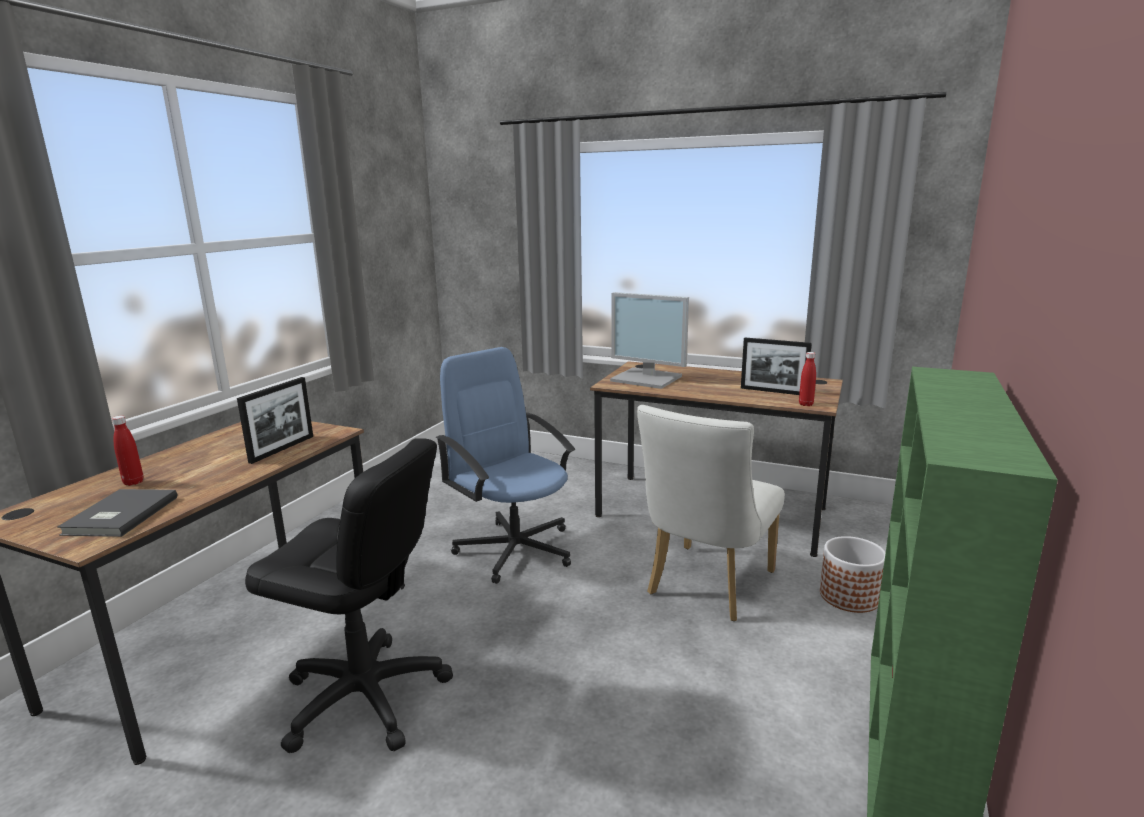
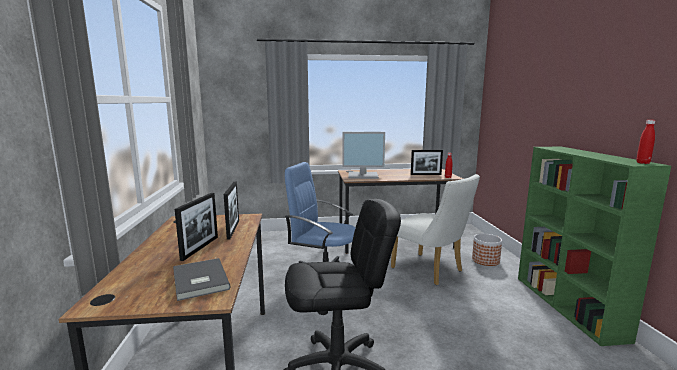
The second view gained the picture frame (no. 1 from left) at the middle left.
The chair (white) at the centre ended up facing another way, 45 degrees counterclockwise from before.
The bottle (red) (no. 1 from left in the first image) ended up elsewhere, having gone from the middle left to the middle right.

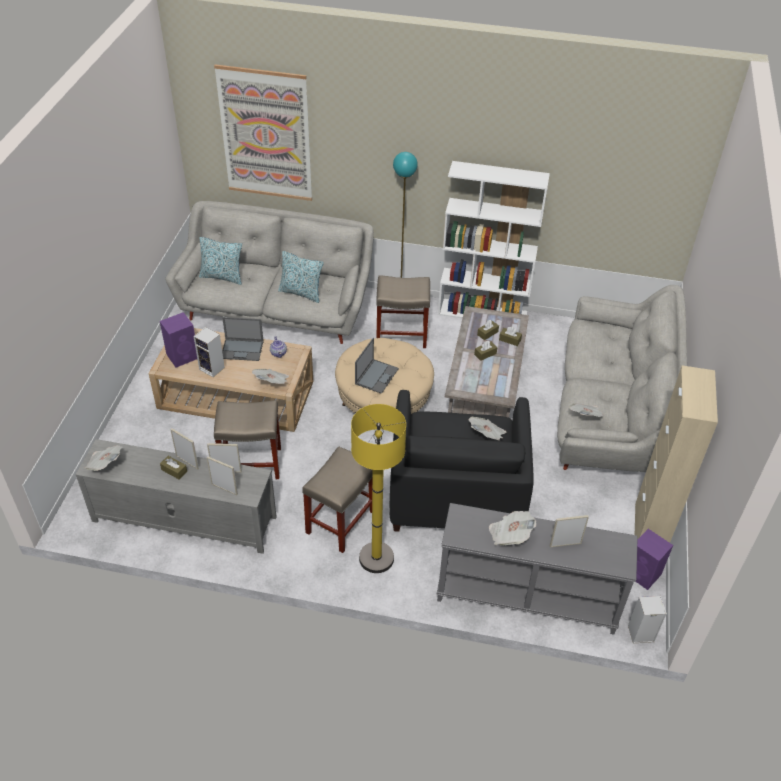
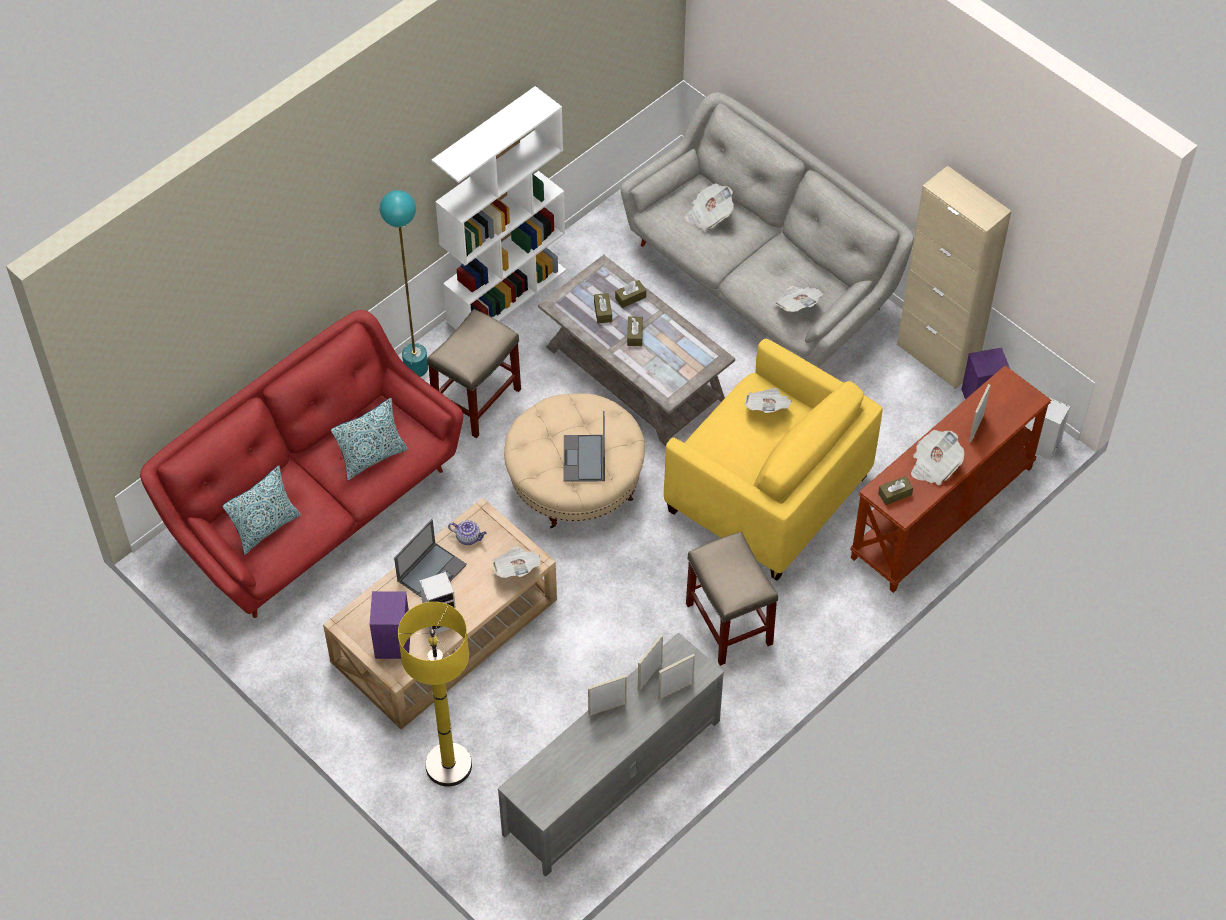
What was the sofa (grey) (no. 1 from left) at the centre turned into the sofa (red) at the middle left.
The floor lamp (yellow) ended up elsewhere, having gone from the centre to the bottom centre.
The laptop (no. 2 from left) at the centre ended up facing another way, 150 degrees counterclockwise from before.
What was the armchair (black) at the centre turned into the armchair (yellow) at the centre.
The newspaper (no. 1 from left in the first image) ended up elsewhere, having gone from the middle left to the top centre.
What was the console table (grey) at the bottom right turned into the console table (brown) at the middle right.
The tissue box (brown) (no. 1 from left in the first image) ended up elsewhere, having gone from the middle left to the middle right.
The second view lost the picture at the top centre.
The second view lost the stool (beige) (no. 1 from left) at the middle left.

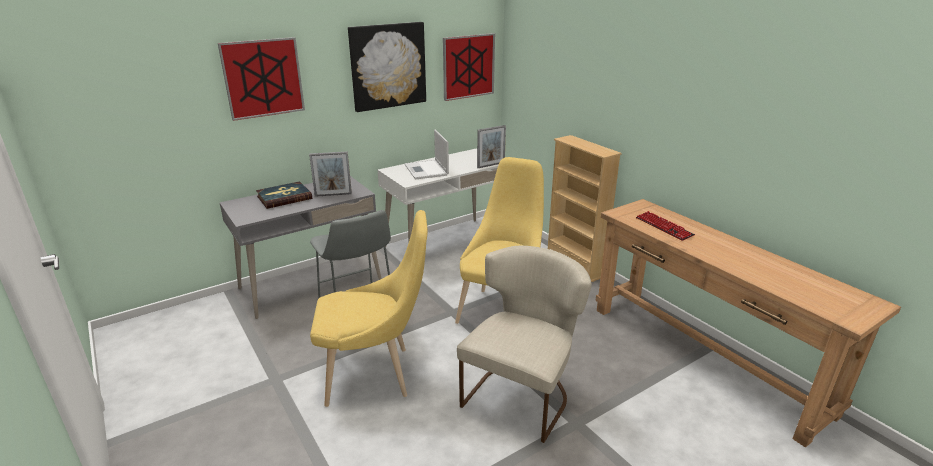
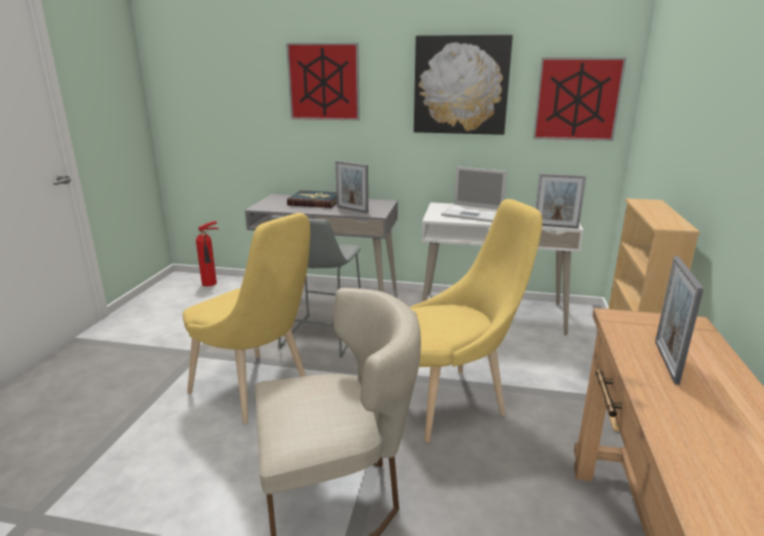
The second view gained the fire extinguisher at the middle left.
The laptop at the top centre ended up facing another way, 90 degrees counterclockwise from before.
Where the keyboard stood at the middle right, the picture frame (no. 3 from left) came to stand at the middle right.

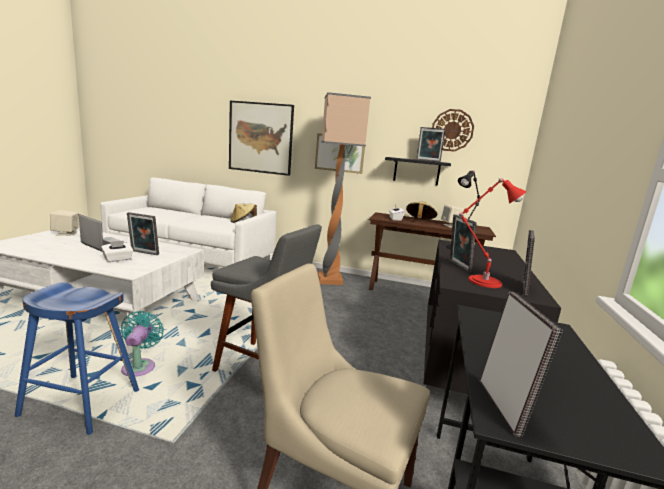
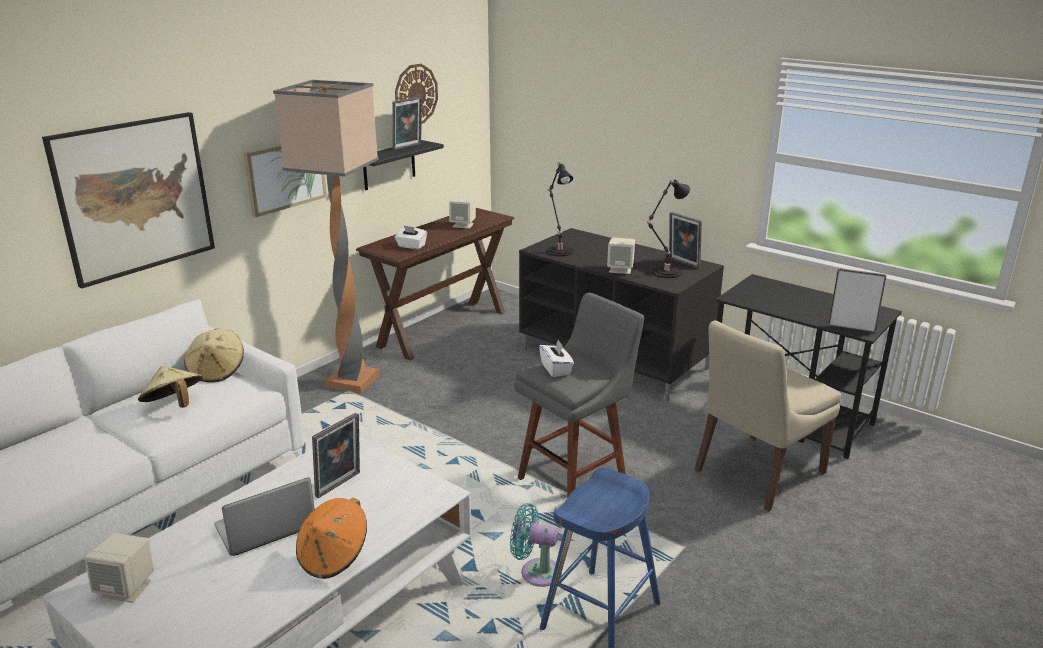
The hat (beige) (no. 2 from left in the first image) ended up elsewhere, having gone from the centre to the middle left.
The second view gained the hat (orange) at the bottom left.
The tissue box (white) (no. 1 from left in the first image) ended up elsewhere, having gone from the middle left to the centre.
Where the picture frame (no. 3 from left) stood at the middle right, the speaker (beige) (no. 3 from left) came to stand at the centre.
What was the table lamp (red) at the middle right turned into the table lamp (black) (no. 2 from left) at the centre.

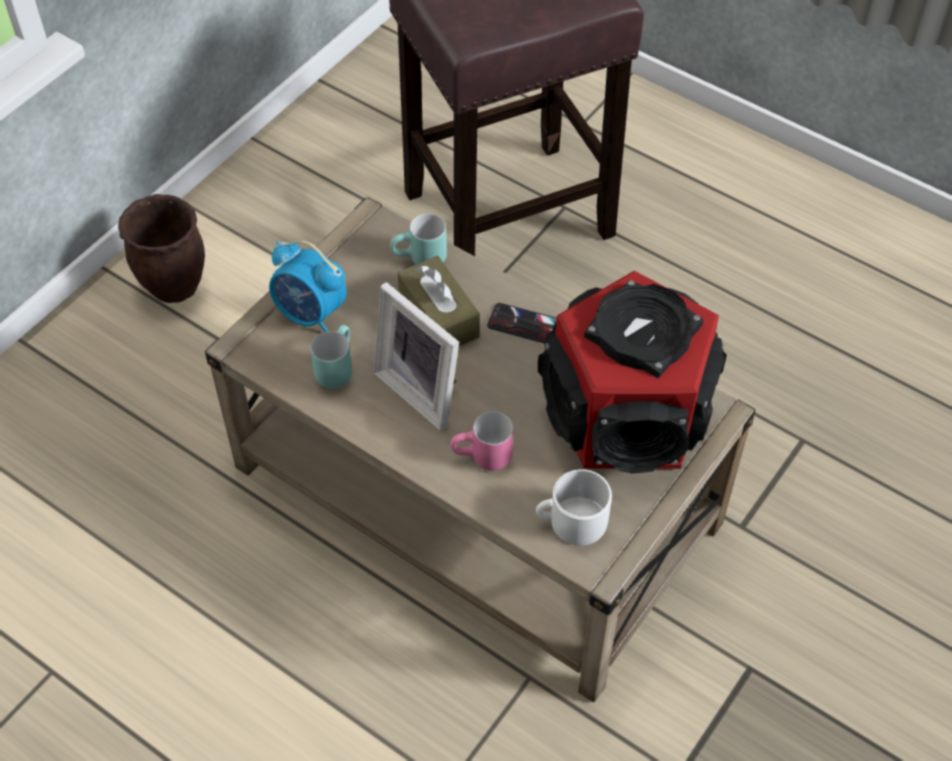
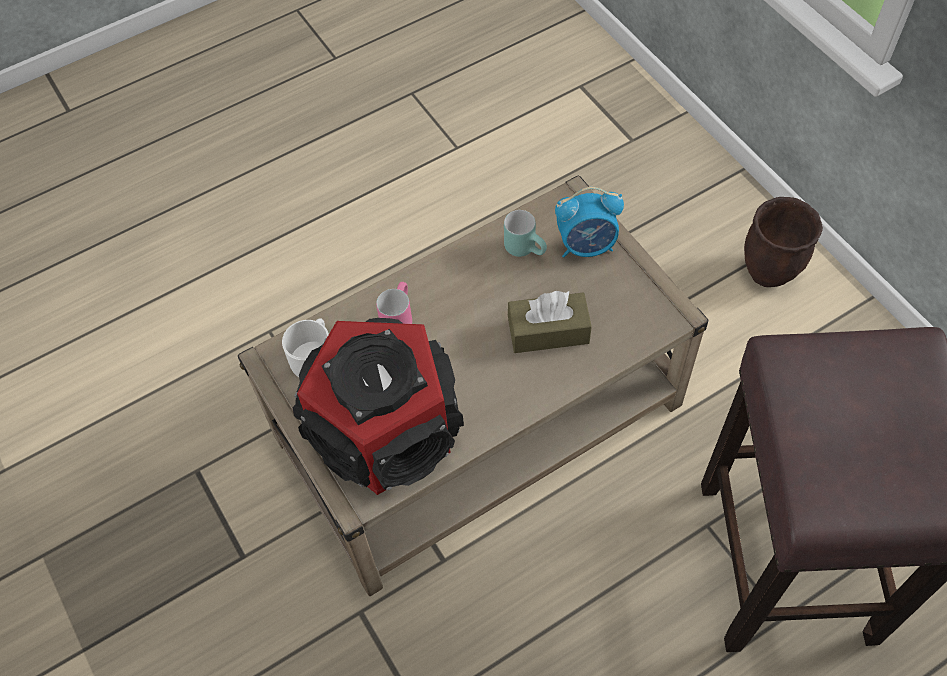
The alarm clock at the middle left ended up facing another way, 150 degrees counterclockwise from before.
The second view lost the picture frame at the centre.
The second view lost the mug (turquoise) (no. 2 from left) at the top centre.
The second view lost the phone at the centre.

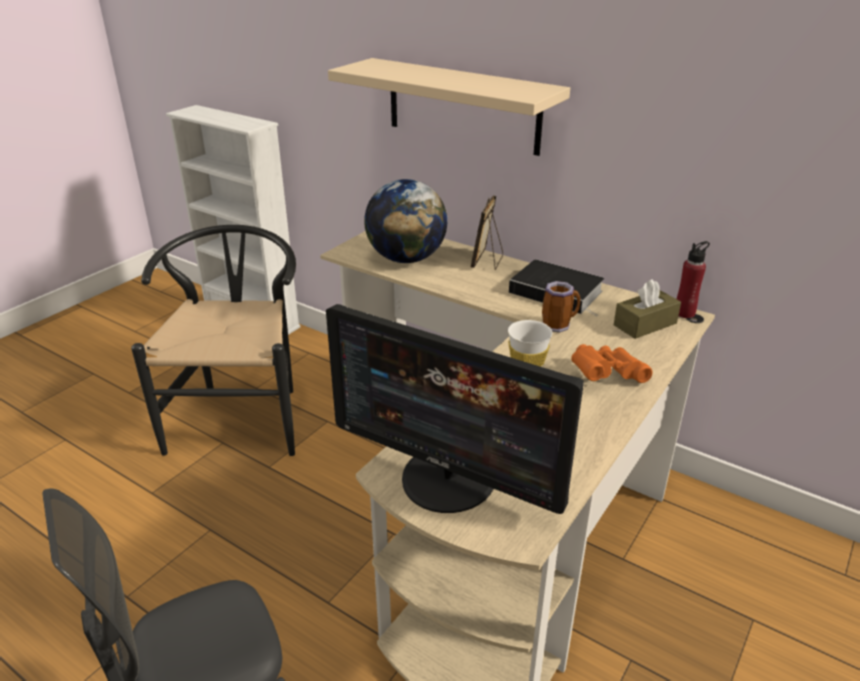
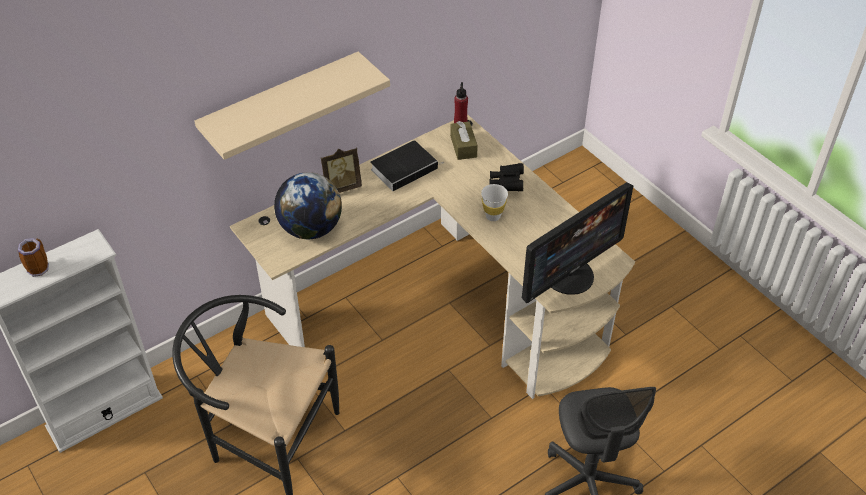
The mug ended up elsewhere, having gone from the centre to the middle left.
The picture frame at the centre ended up facing another way, 60 degrees counterclockwise from before.
What was the binoculars (orange) at the middle right turned into the binoculars (black) at the centre.

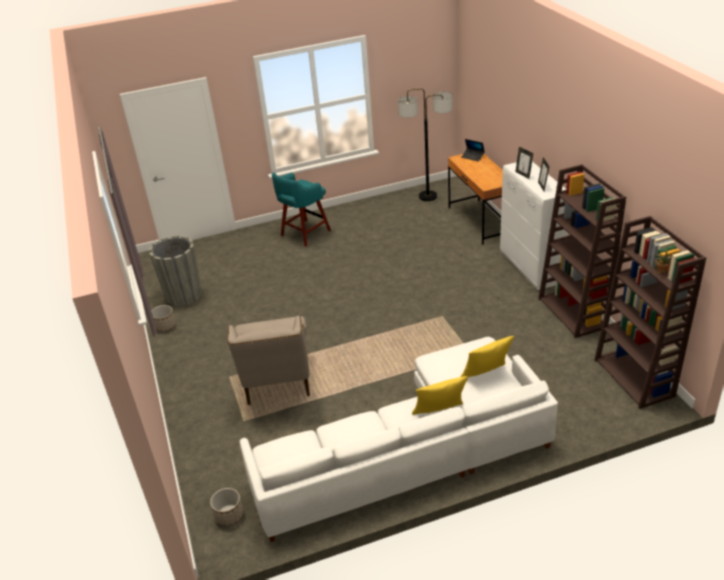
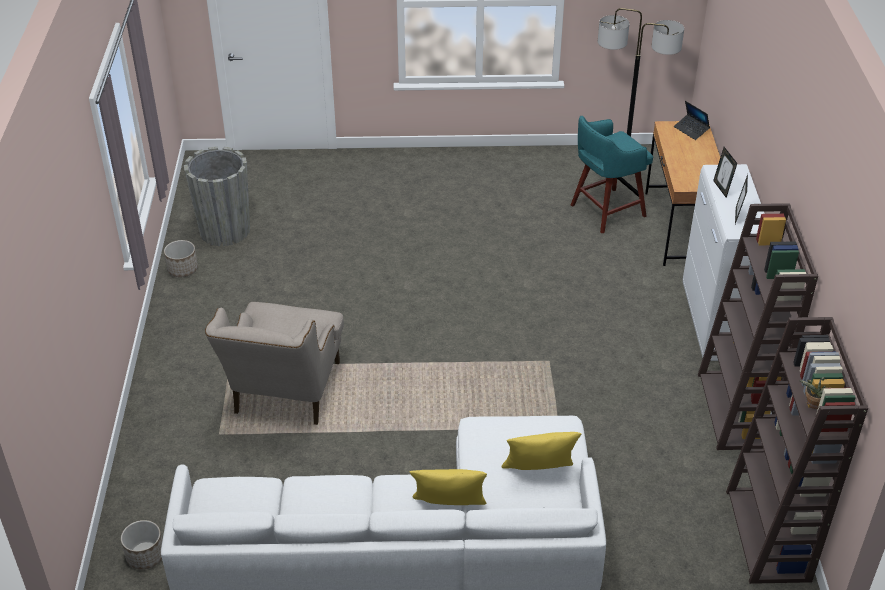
The stool (turquoise) ended up elsewhere, having gone from the centre to the top right.

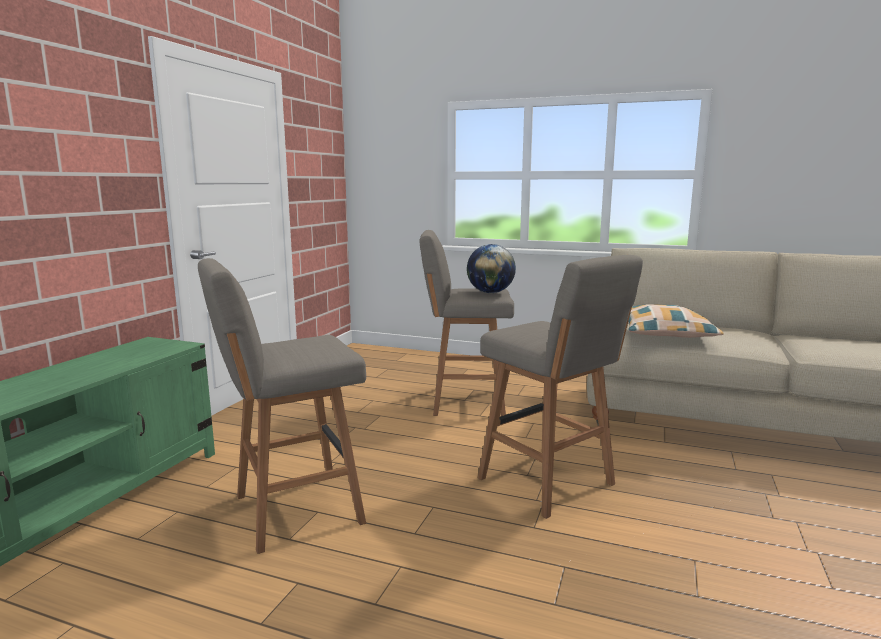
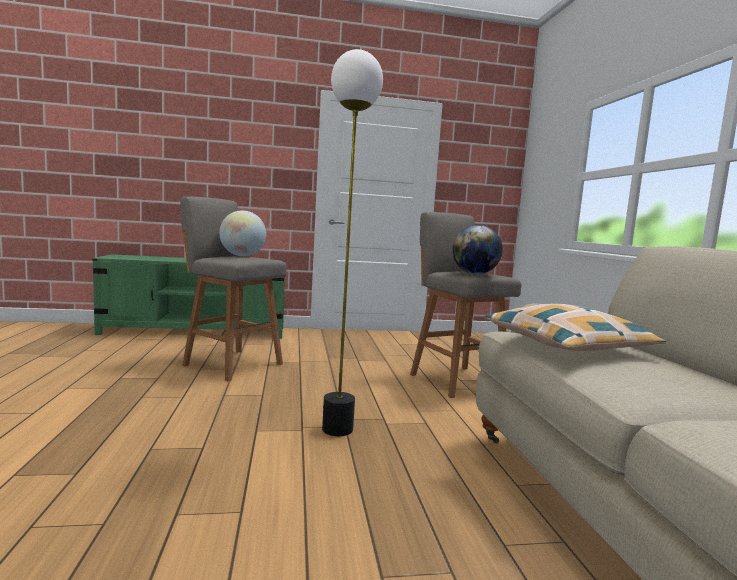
The second view gained the globe (no. 1 from left) at the middle left.
Where the stool (grey) (no. 3 from left) stood at the centre, the floor lamp came to stand at the centre.

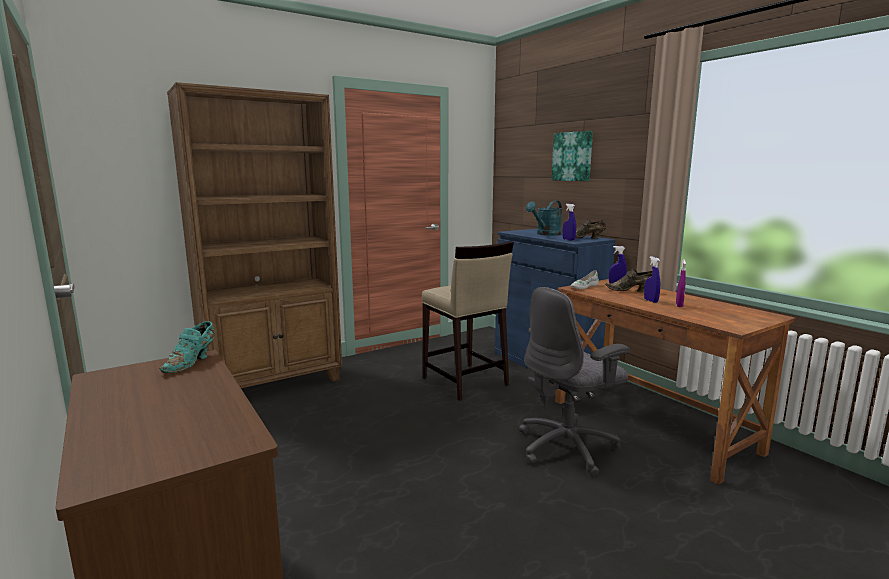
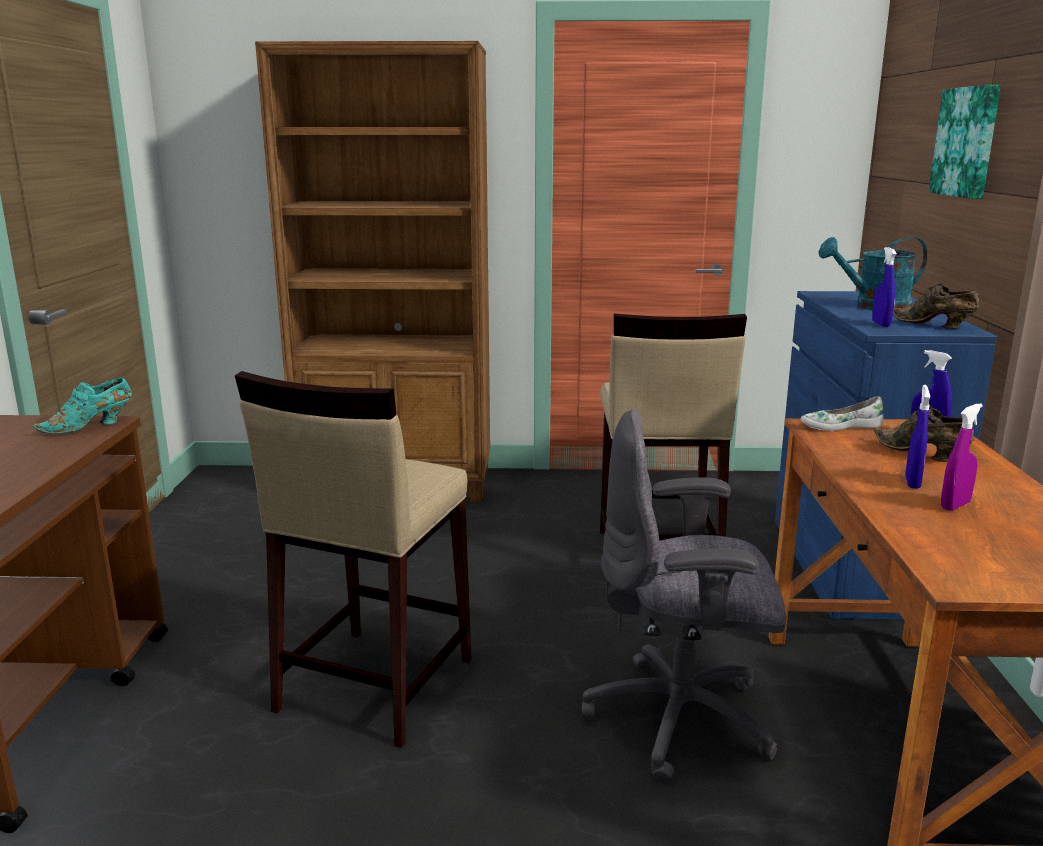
The second view gained the stool (beige) (no. 1 from left) at the centre.

